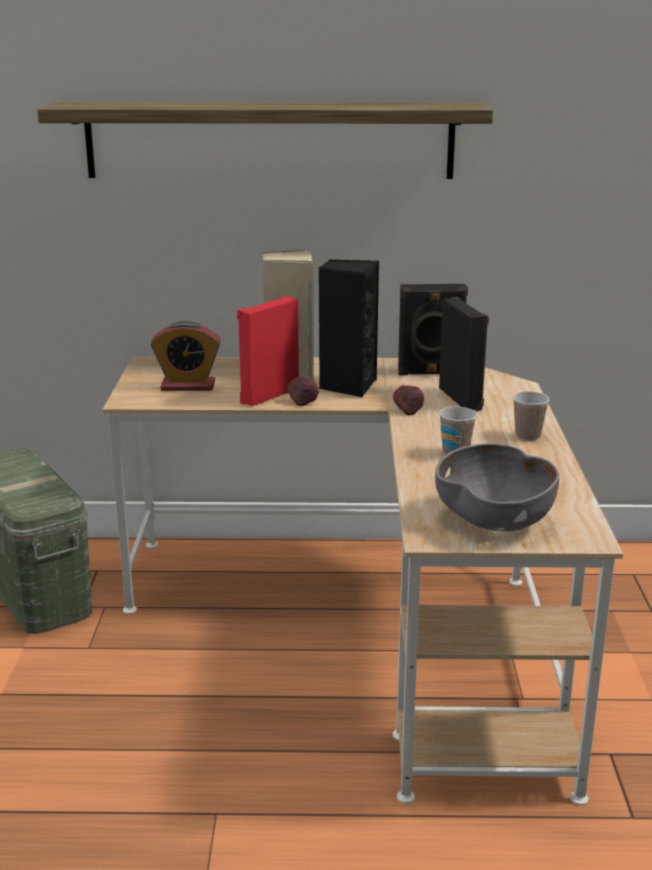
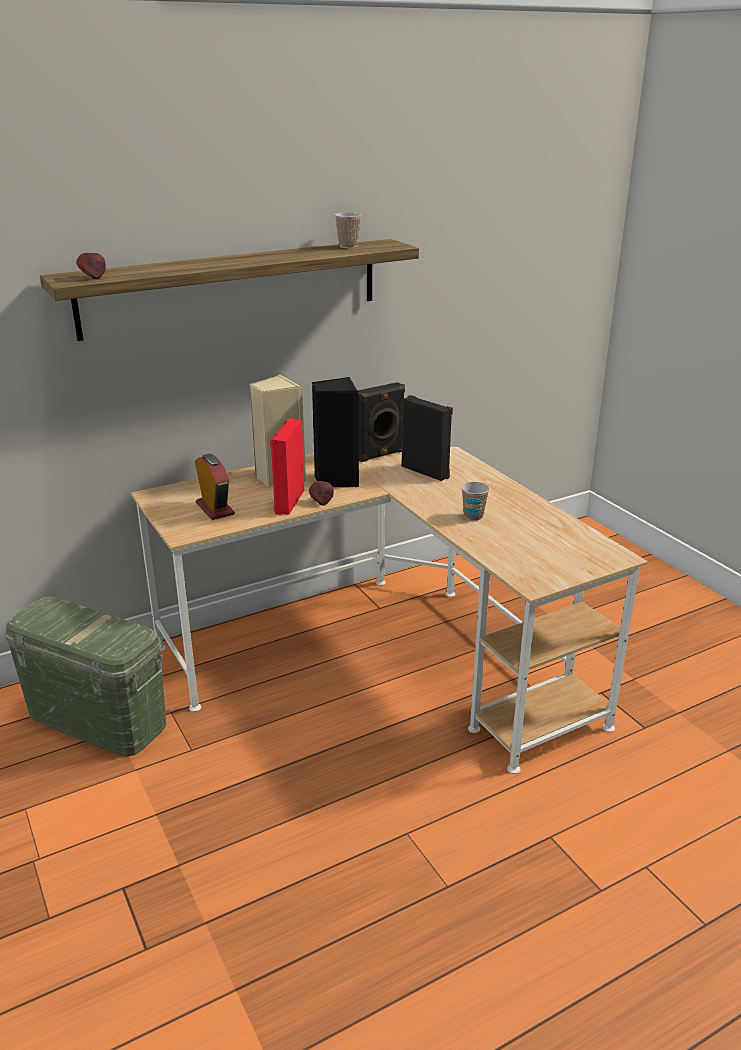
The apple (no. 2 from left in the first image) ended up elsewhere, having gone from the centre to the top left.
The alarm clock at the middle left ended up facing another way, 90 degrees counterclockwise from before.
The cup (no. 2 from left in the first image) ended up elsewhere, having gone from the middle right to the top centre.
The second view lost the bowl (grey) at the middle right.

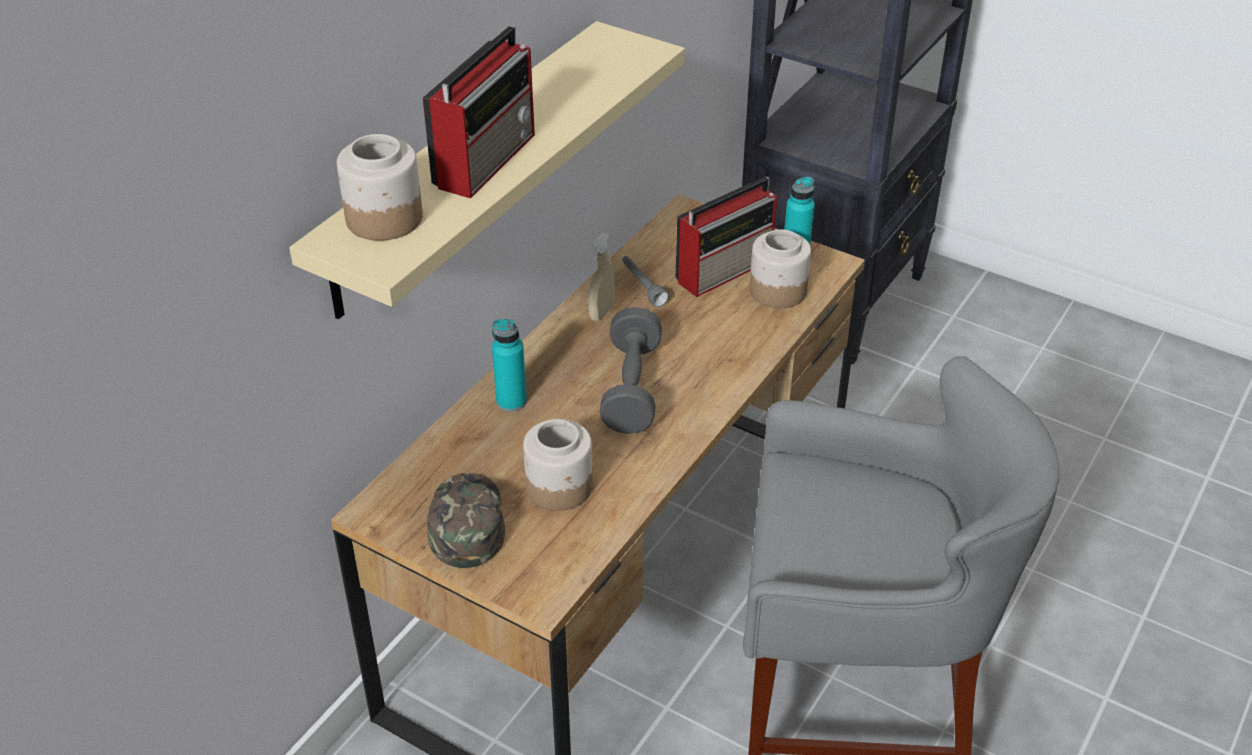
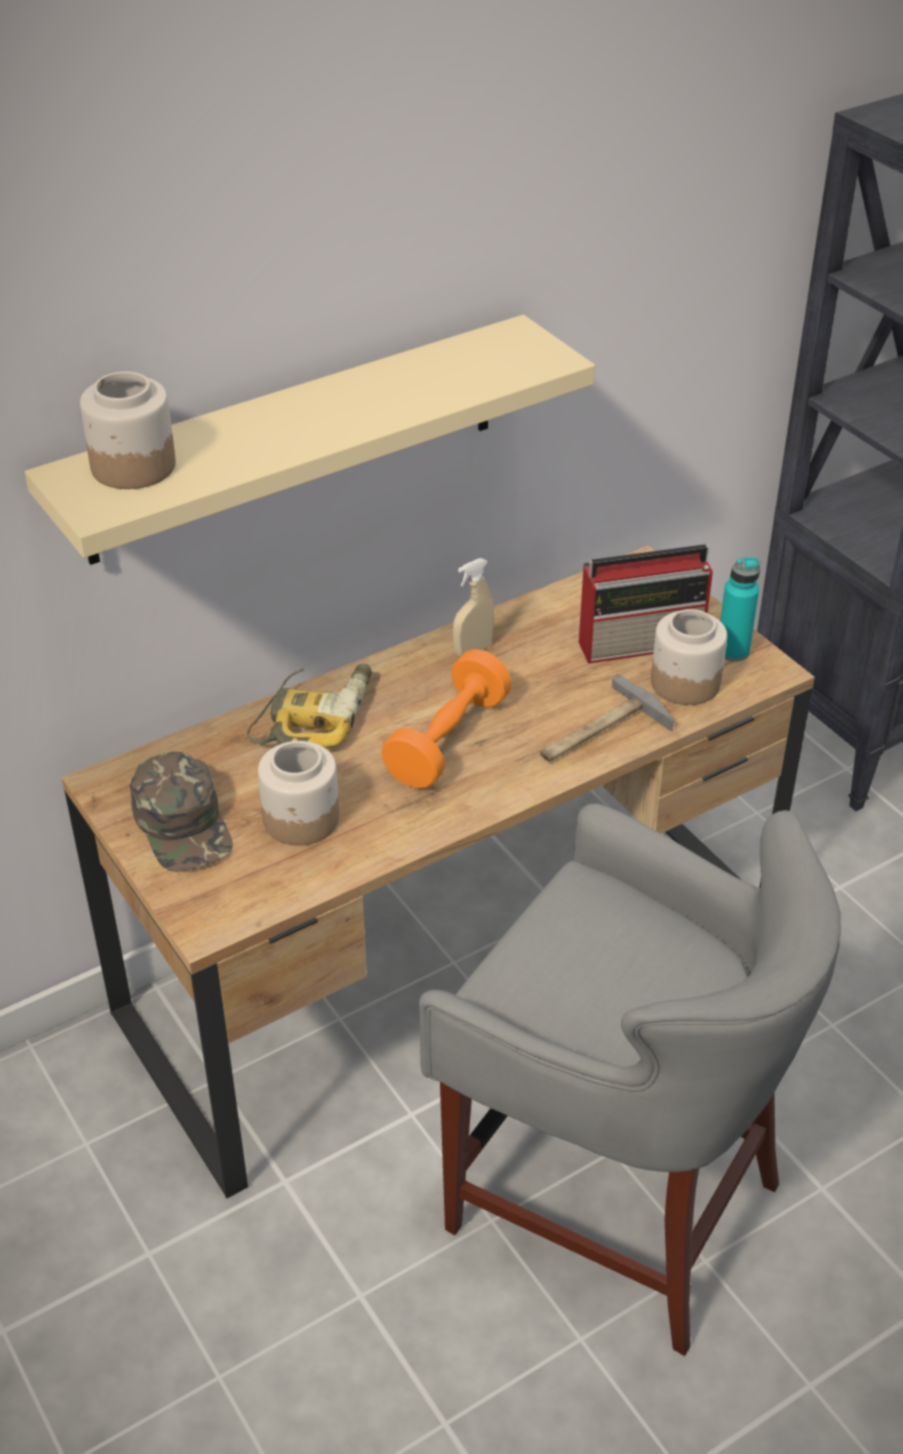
The cap (green) at the bottom centre ended up facing another way, 135 degrees clockwise from before.
Where the bottle (turquoise) (no. 1 from left) stood at the centre, the power drill came to stand at the centre.
What was the dumbbell (grey) at the centre turned into the dumbbell (orange) at the centre.
The second view gained the hammer at the middle right.
The second view lost the radio (no. 1 from left) at the top centre.
The second view lost the flashlight (grey) at the centre.

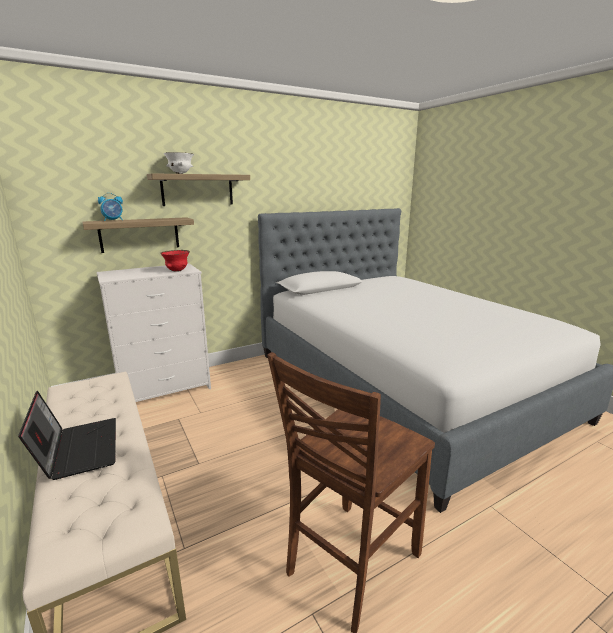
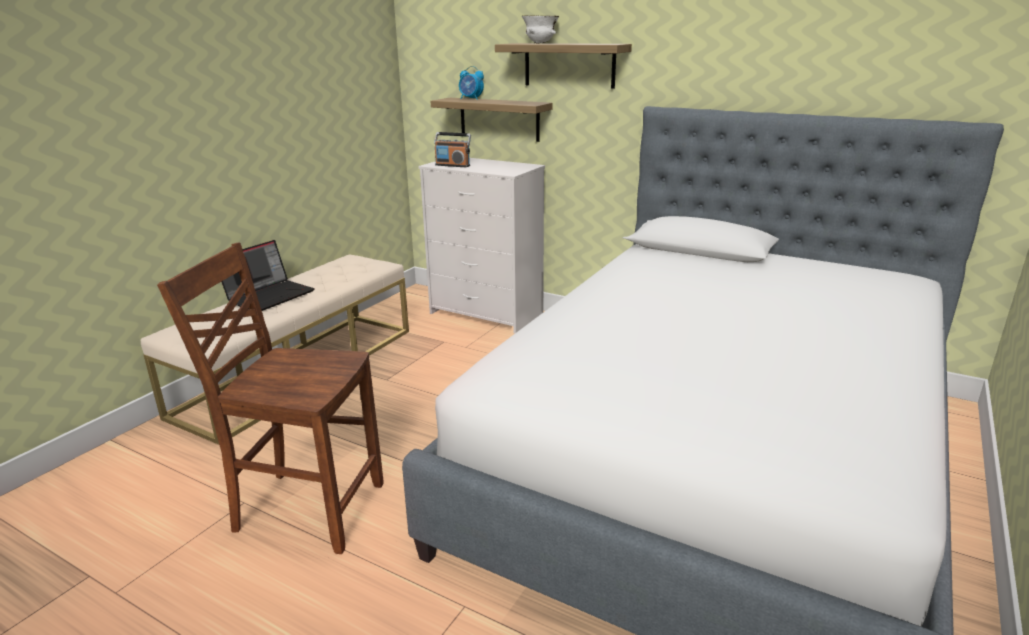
The second view gained the radio at the top centre.
The second view lost the bowl (red) at the middle left.

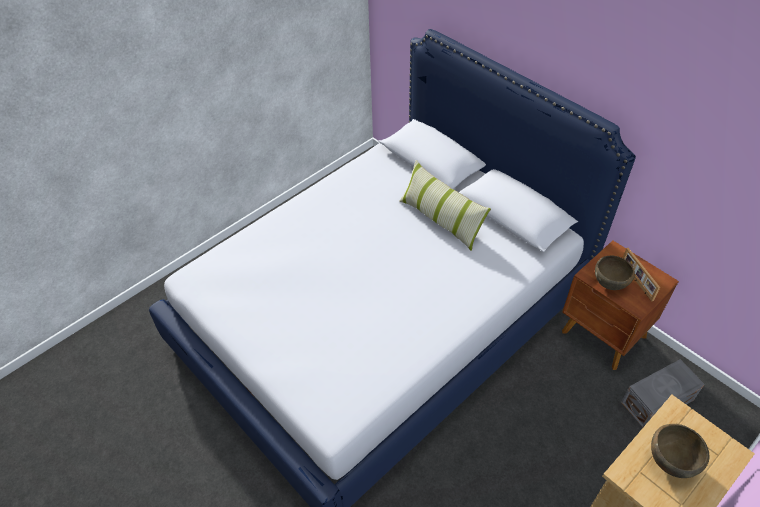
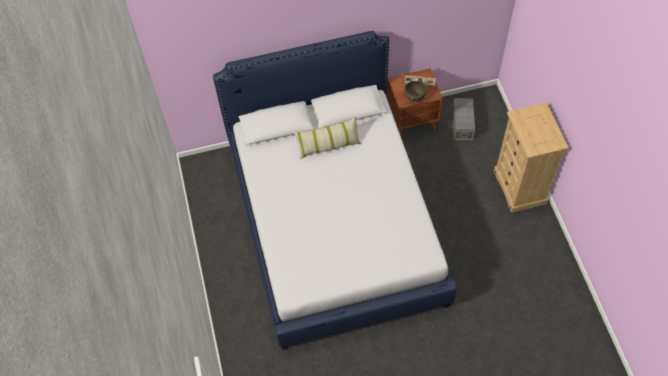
The second view lost the bowl (brown) (no. 2 from left) at the bottom right.

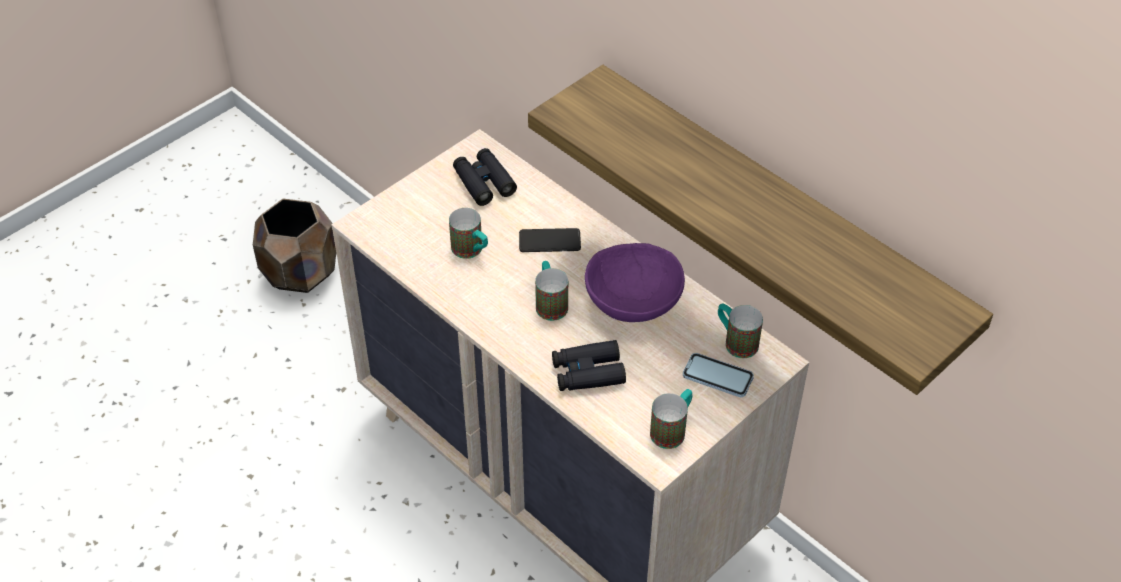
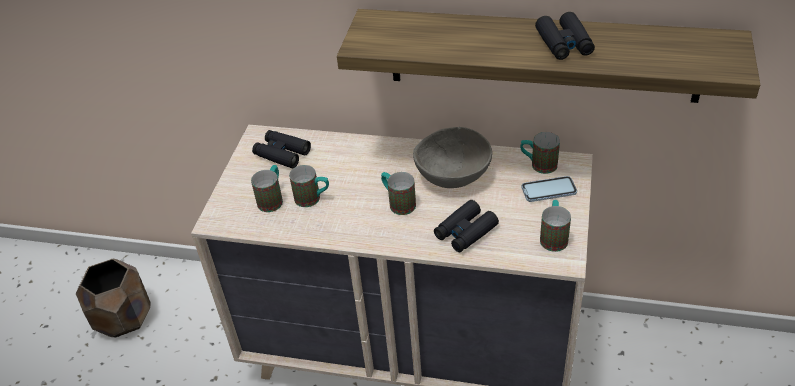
The second view gained the mug (no. 1 from left) at the centre.
What was the bowl (purple) at the centre turned into the bowl (grey) at the centre.
The second view gained the binoculars (black) (no. 3 from left) at the top right.
The second view lost the phone (no. 1 from left) at the centre.

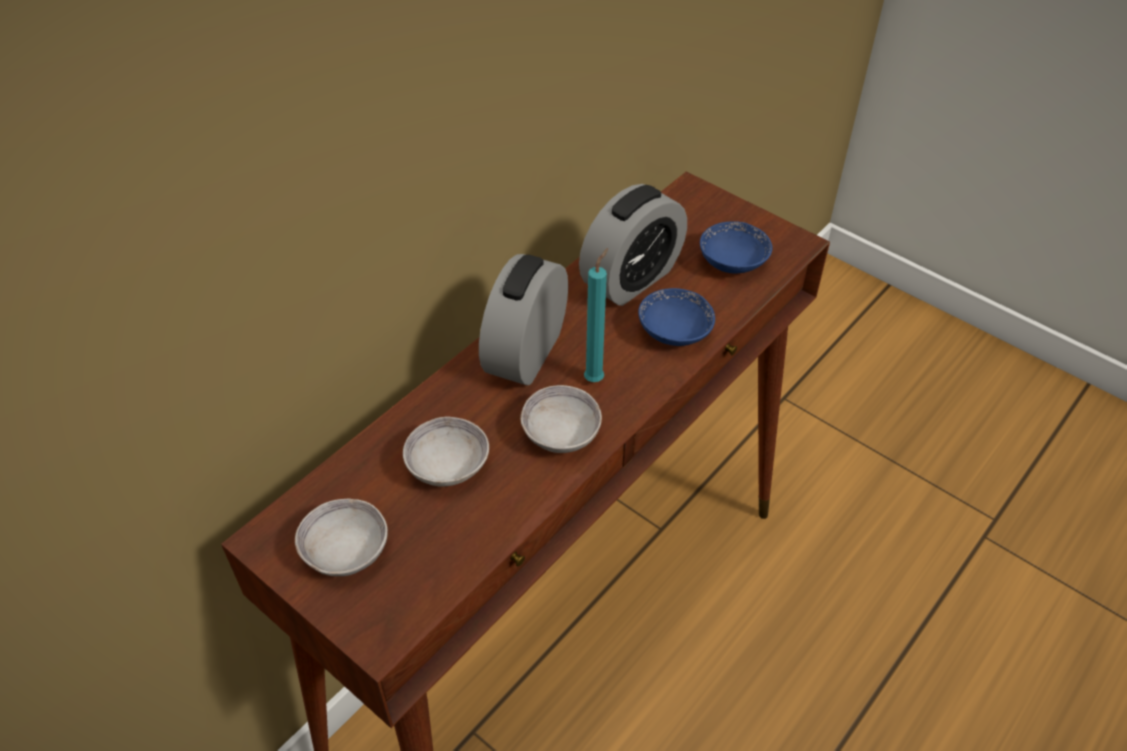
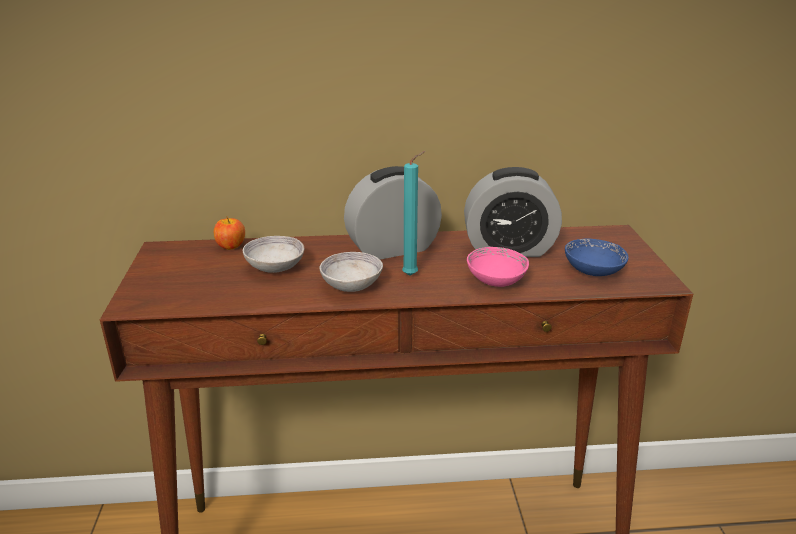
The second view gained the apple at the middle left.
What was the bowl (blue) (no. 1 from left) at the centre turned into the bowl (pink) at the centre.
The second view lost the bowl (grey) (no. 1 from left) at the bottom left.

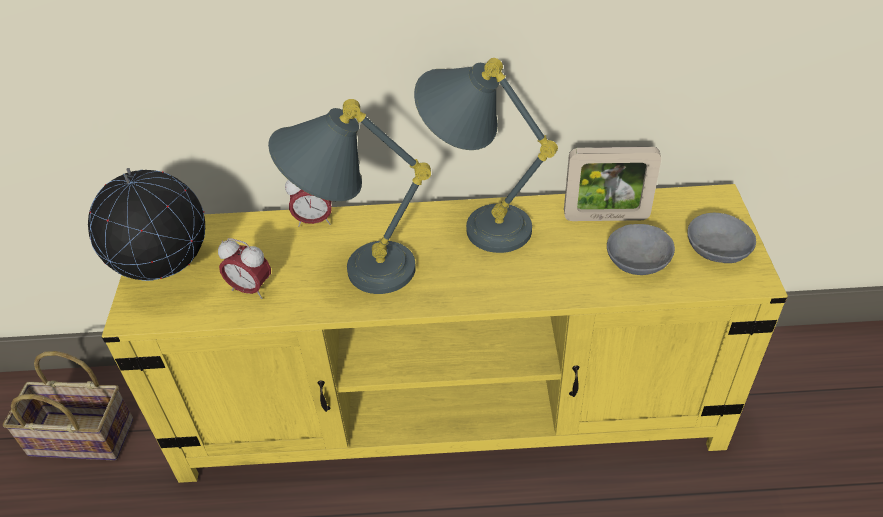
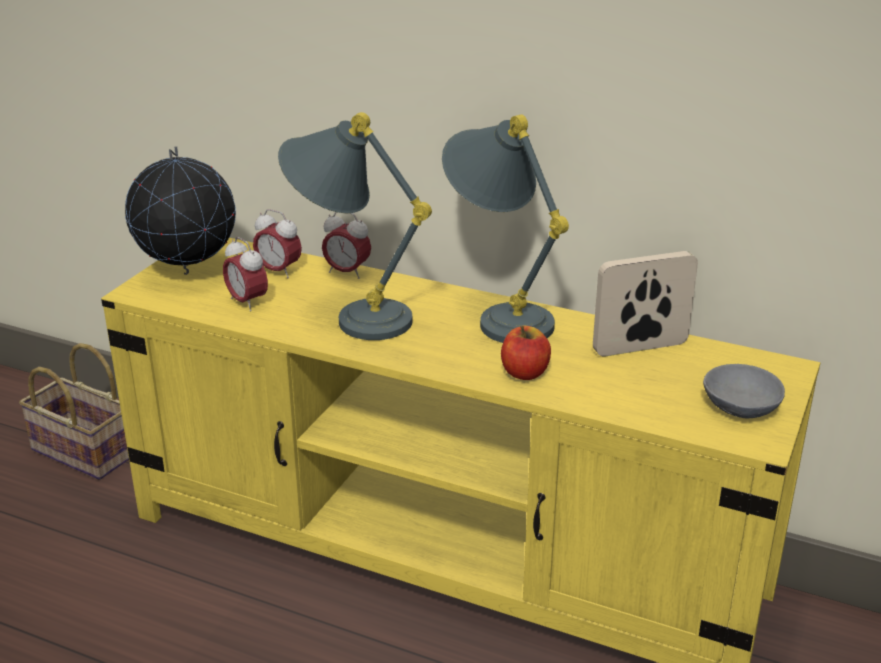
The second view gained the alarm clock (no. 2 from left) at the middle left.
The second view gained the apple at the centre.
The picture frame at the middle right ended up facing another way, 135 degrees clockwise from before.
The second view lost the bowl (grey) (no. 1 from left) at the middle right.

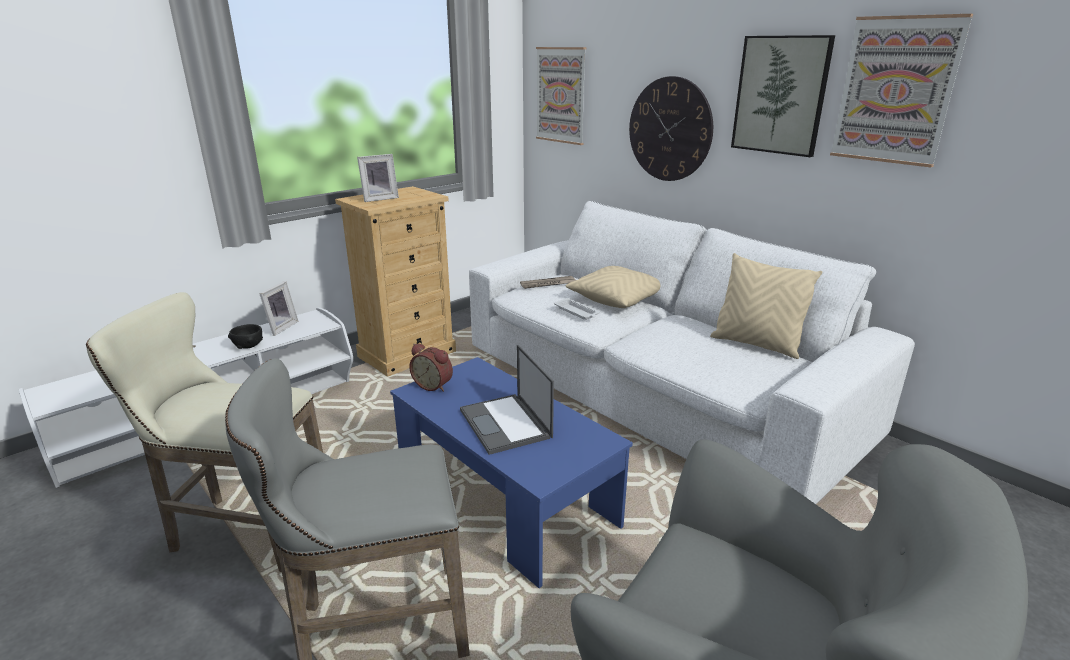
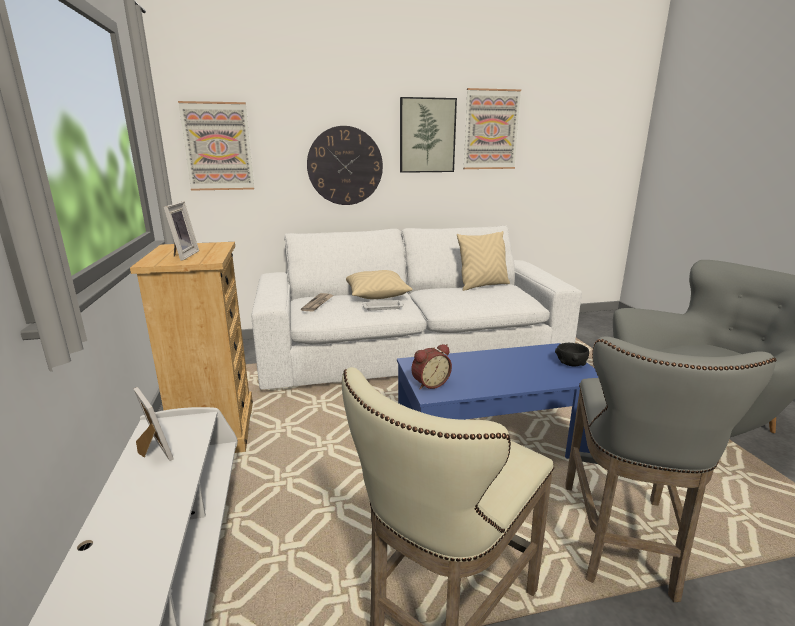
The bowl (black) ended up elsewhere, having gone from the middle left to the middle right.
The second view lost the laptop at the centre.

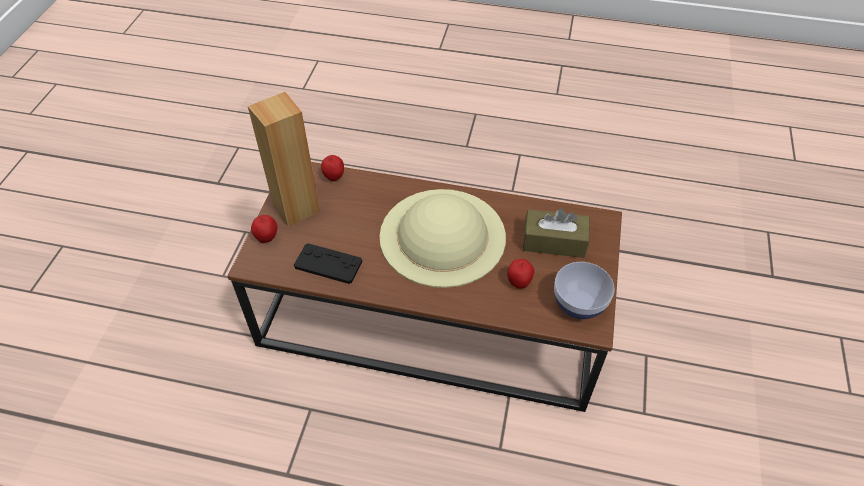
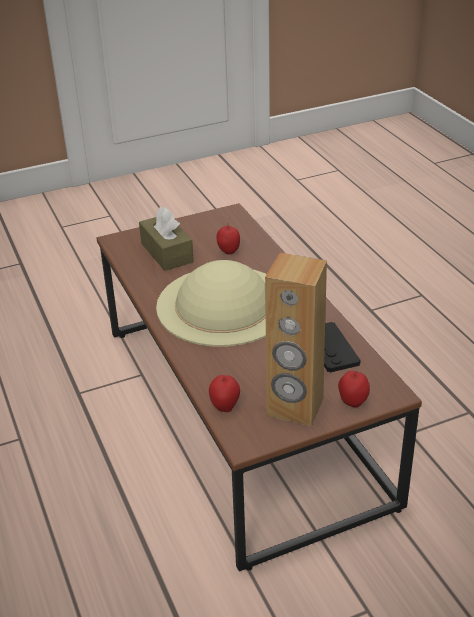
The second view lost the bowl at the middle right.

